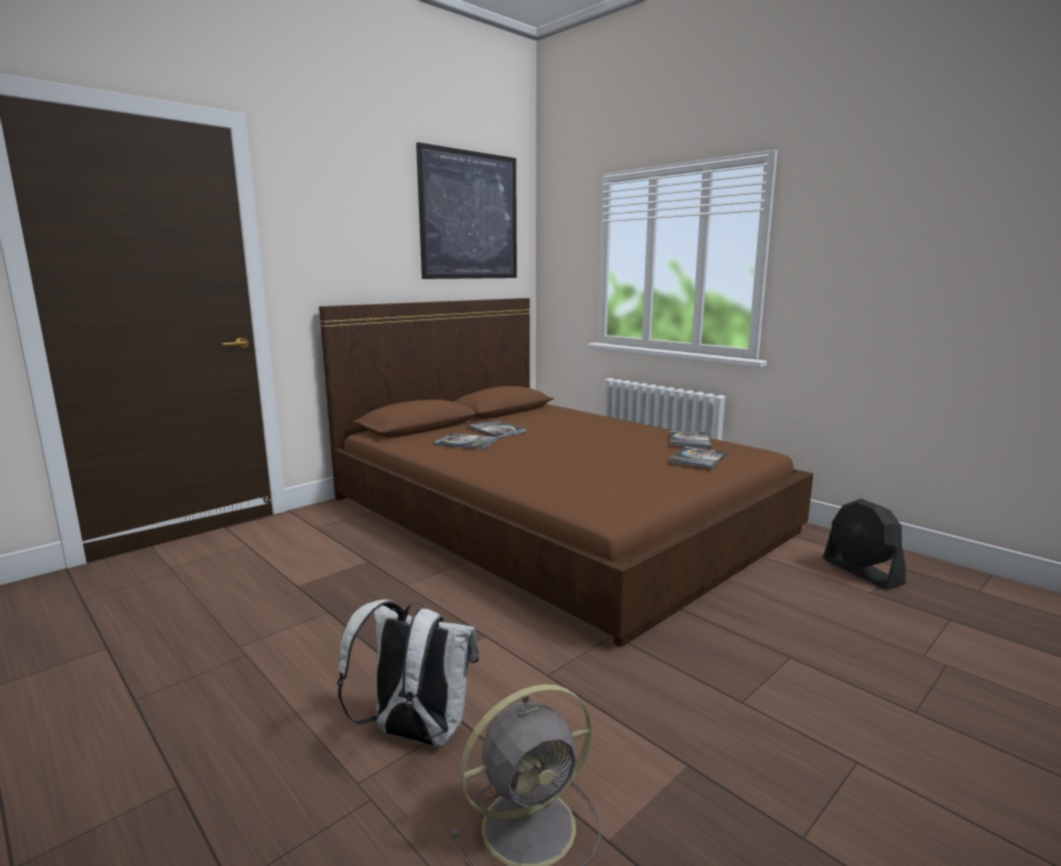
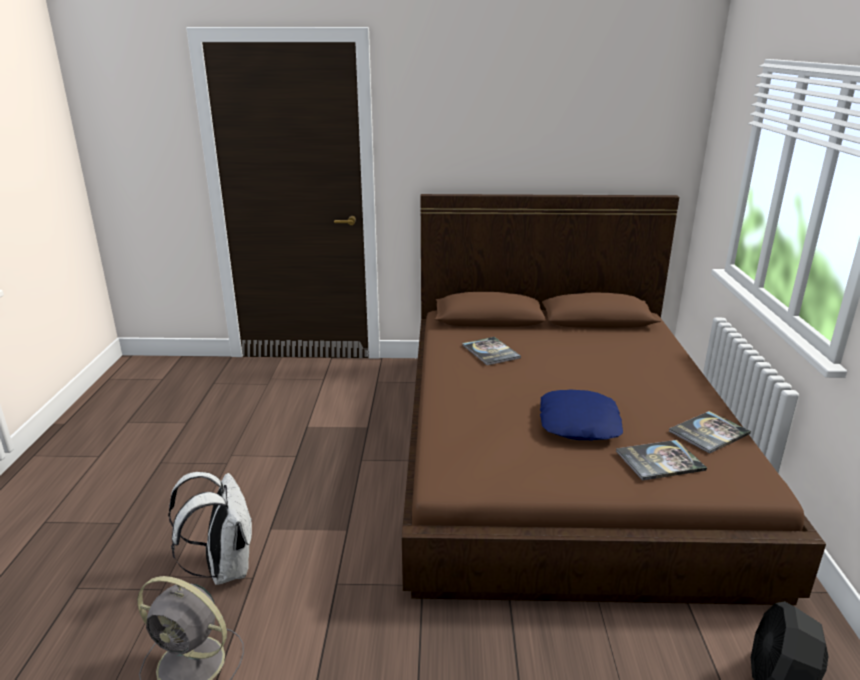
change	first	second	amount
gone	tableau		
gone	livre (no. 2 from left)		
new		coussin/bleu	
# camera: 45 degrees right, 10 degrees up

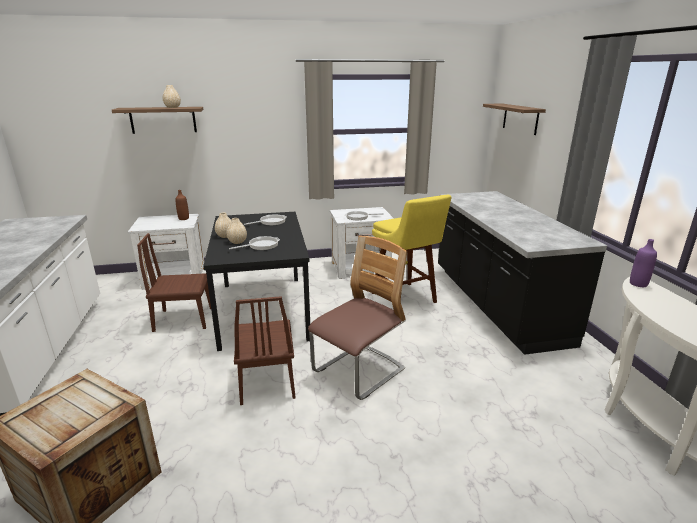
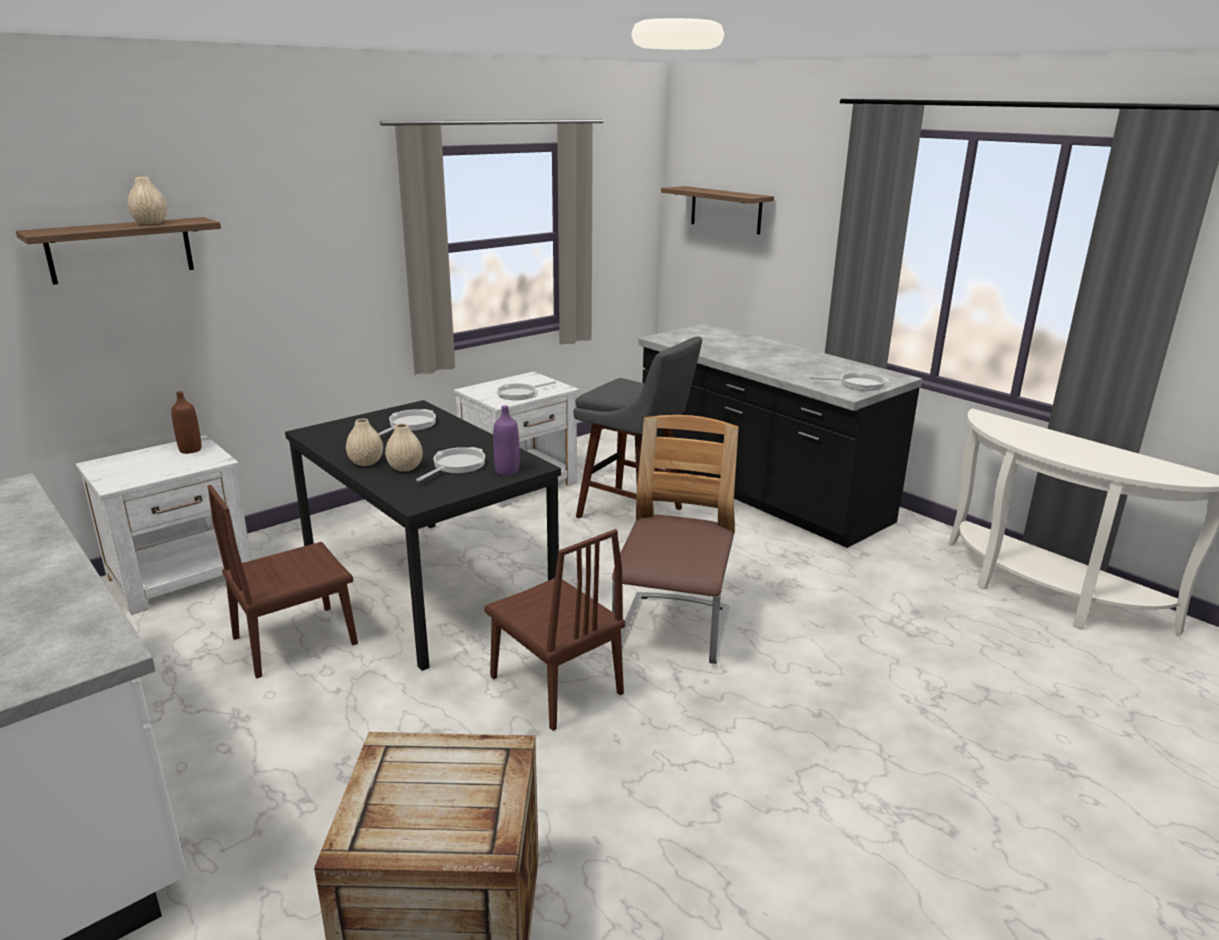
change	first	second	amount
repainted	tabouret/jaune	tabouret/gris	
shifted	bouteille/violet		
new		poêle (no. 4 from left)	
# camera: 30 degrees left, 0 degrees up

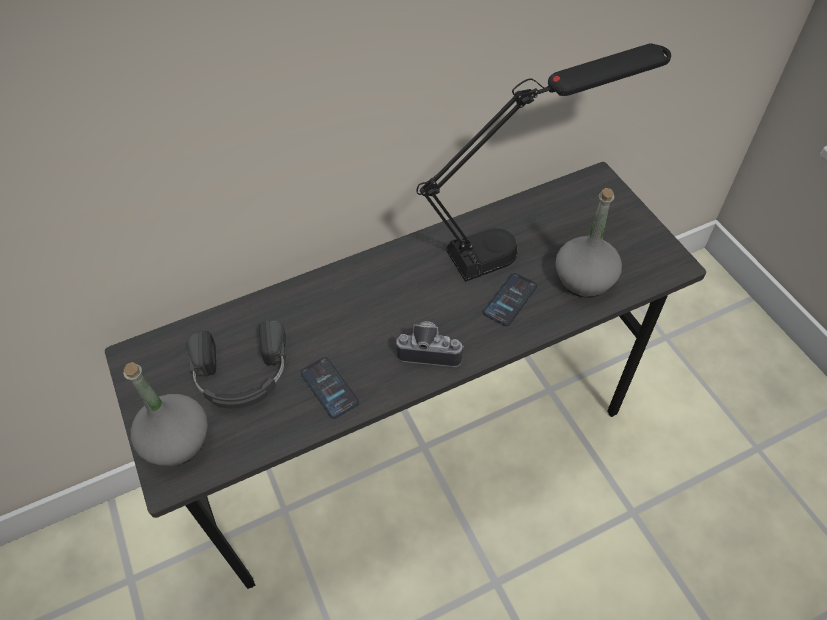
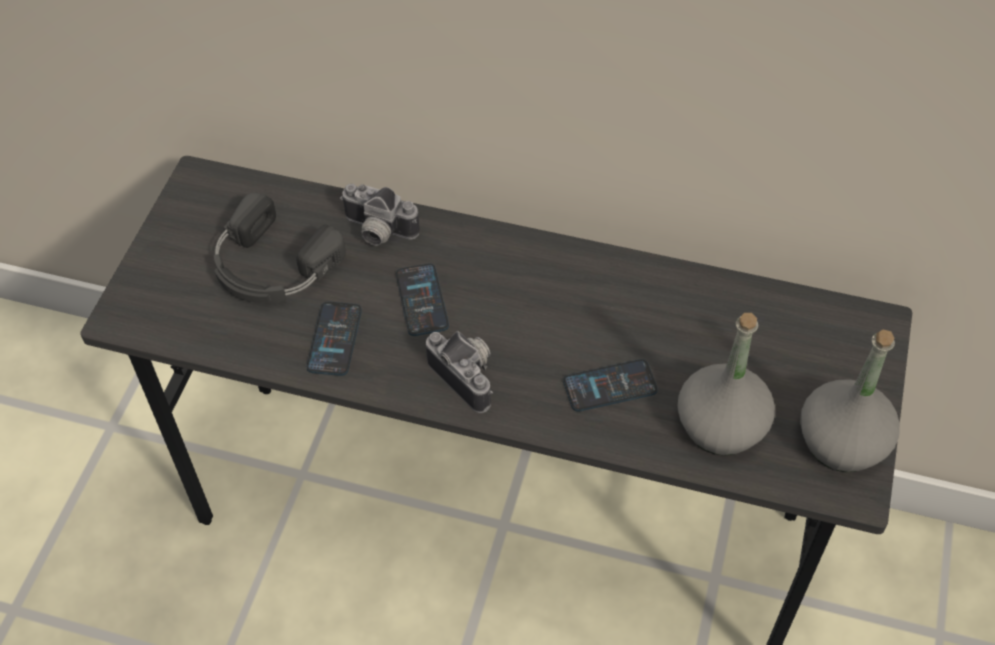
change	first	second	amount
shifted	bouteille/gris (no. 1 from left in the first image)	bouteille/gris (no. 2 from left)	
gone	lampe de table/noir		
new		appareil photo (no. 1 from left)	
new		téléphone (no. 2 from left)	
# camera: 40 degrees right, 0 degrees up

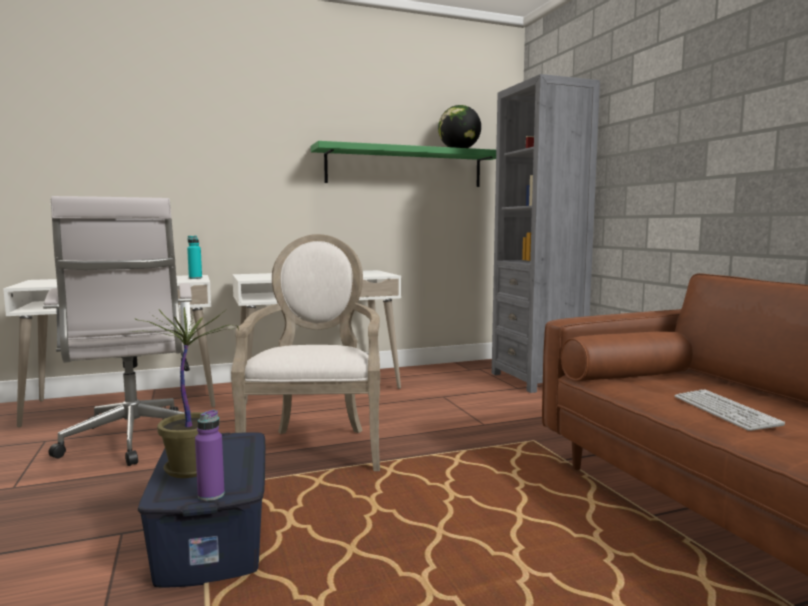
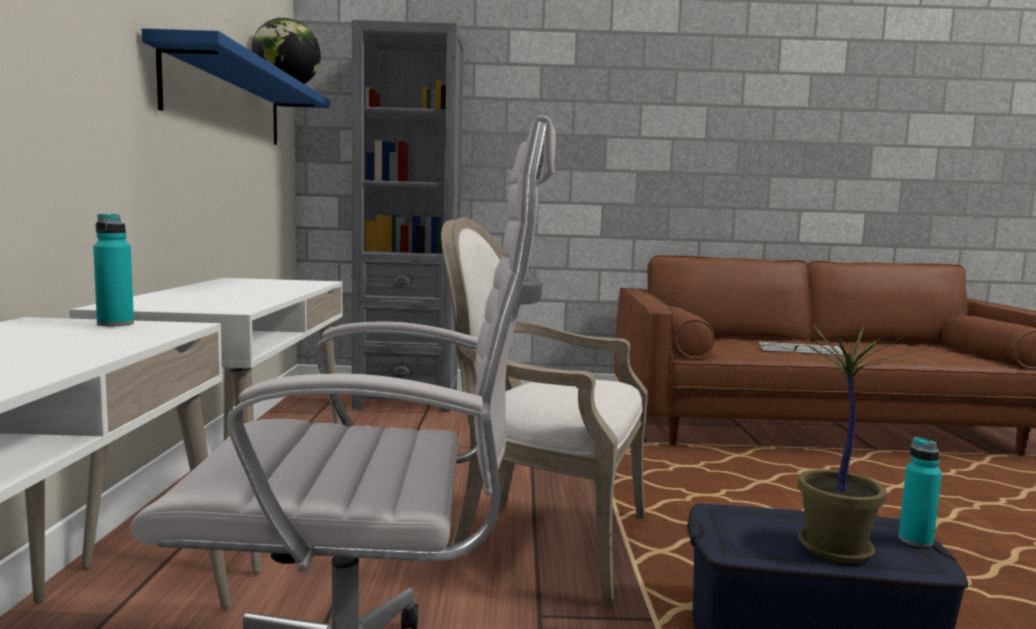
change	first	second	amount
repainted	bouteille/violet	bouteille/turquoise (no. 2 from left)	
repainted	étagère/vert	étagère/bleu	
# camera: 70 degrees left, 0 degrees up

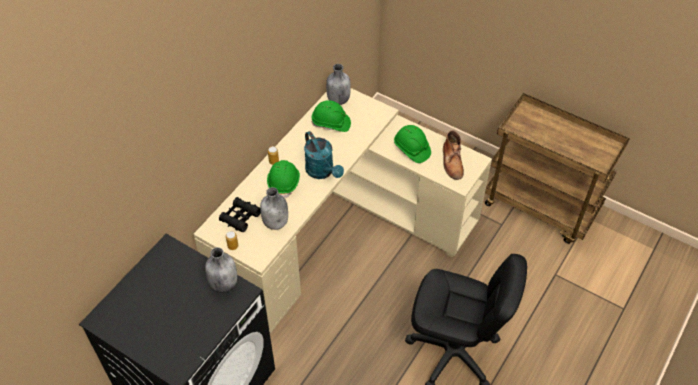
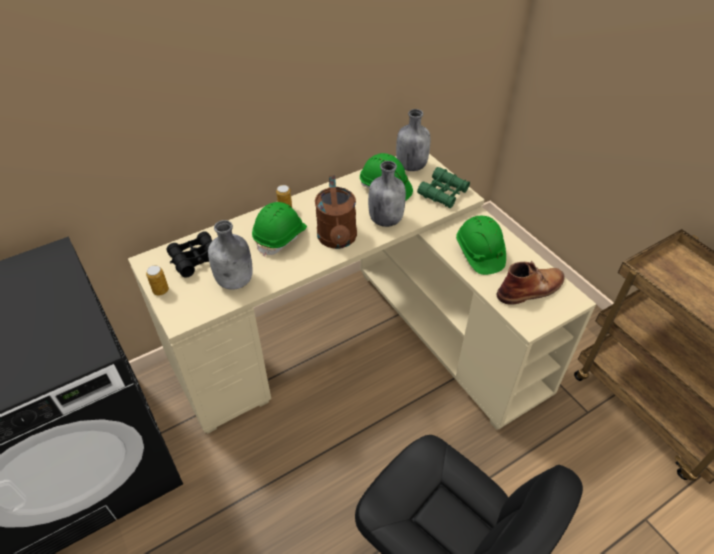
change	first	second	amount
shifted	bouteille/gris (no. 1 from left in the first image)	bouteille/gris (no. 2 from left)	
repainted	arrosoir/turquoise	arrosoir/marron	
rotated	botte/marron		135 degrees counterclockwise
new		jumelles/vert	
# camera: 25 degrees right, 5 degrees down

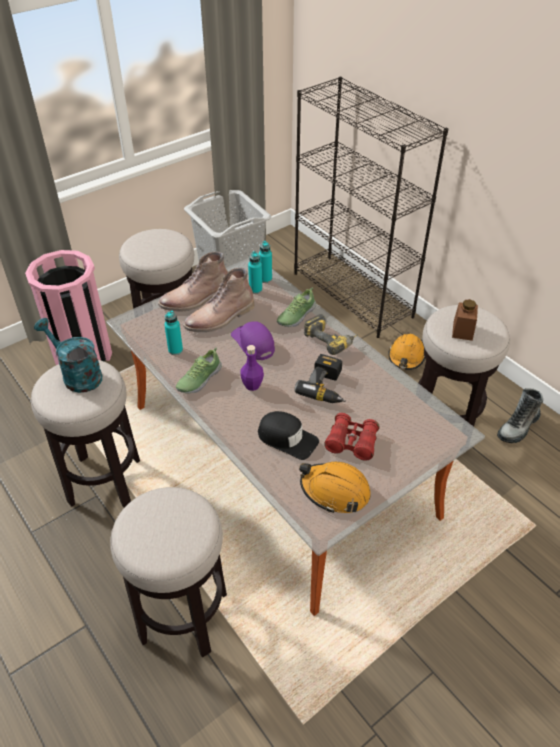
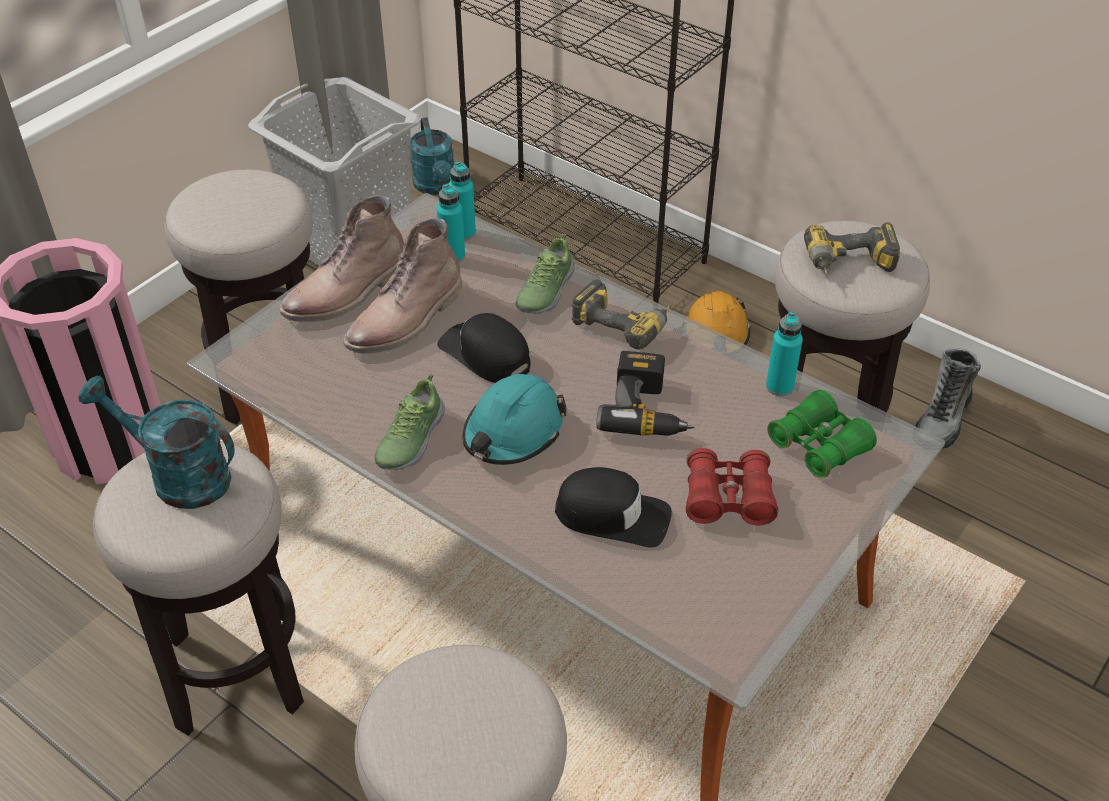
change	first	second	amount
shifted	bouteille/turquoise (no. 1 from left in the first image)	bouteille/turquoise (no. 3 from left)	
repainted	casquette/violet	casquette/noir (no. 1 from left)	
swapped	bouteille/violet	casque de chantier/turquoise	
gone	casque de chantier/orange (no. 1 from left)		
swapped	bocal/marron	perceuse (no. 3 from left)	
new		arrosoir/turquoise (no. 2 from left)	
new		jumelles/vert	
# camera: 15 degrees left, 0 degrees up

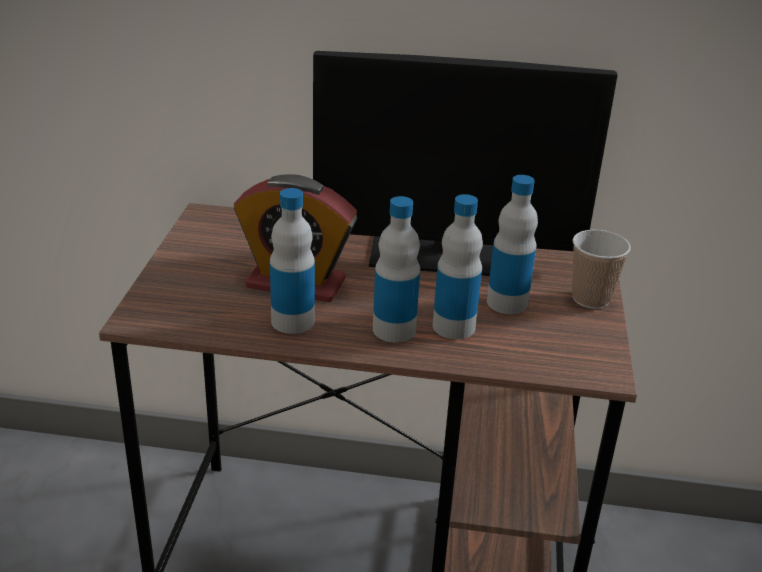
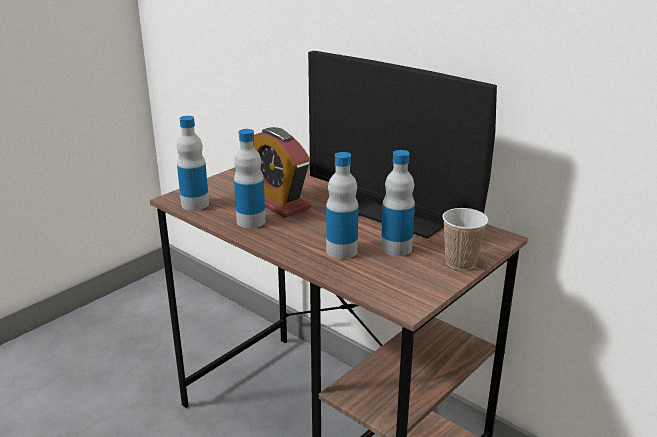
change	first	second	amount
shifted	bouteille (no. 2 from left in the first image)	bouteille (no. 1 from left)	
# camera: 35 degrees right, 5 degrees down

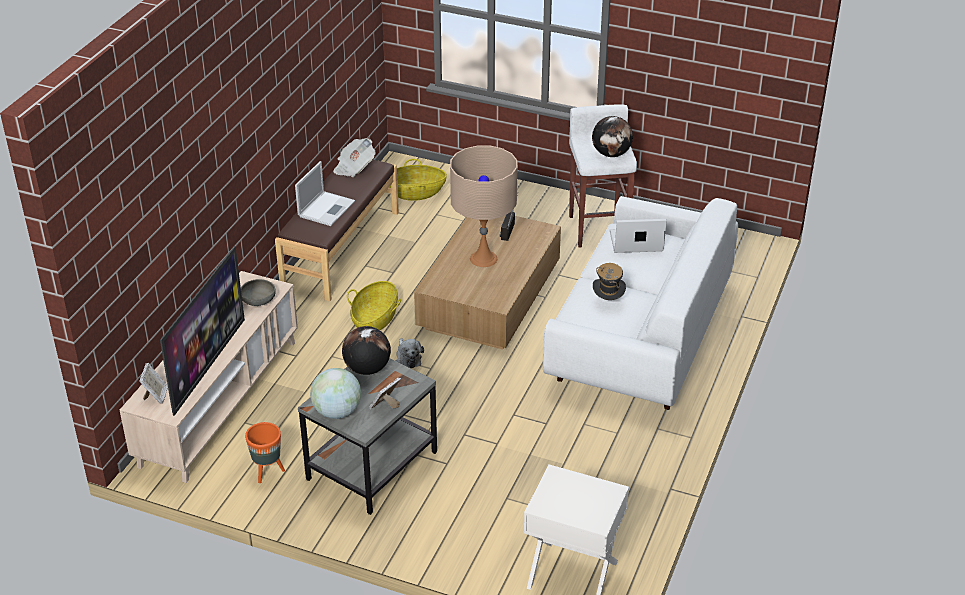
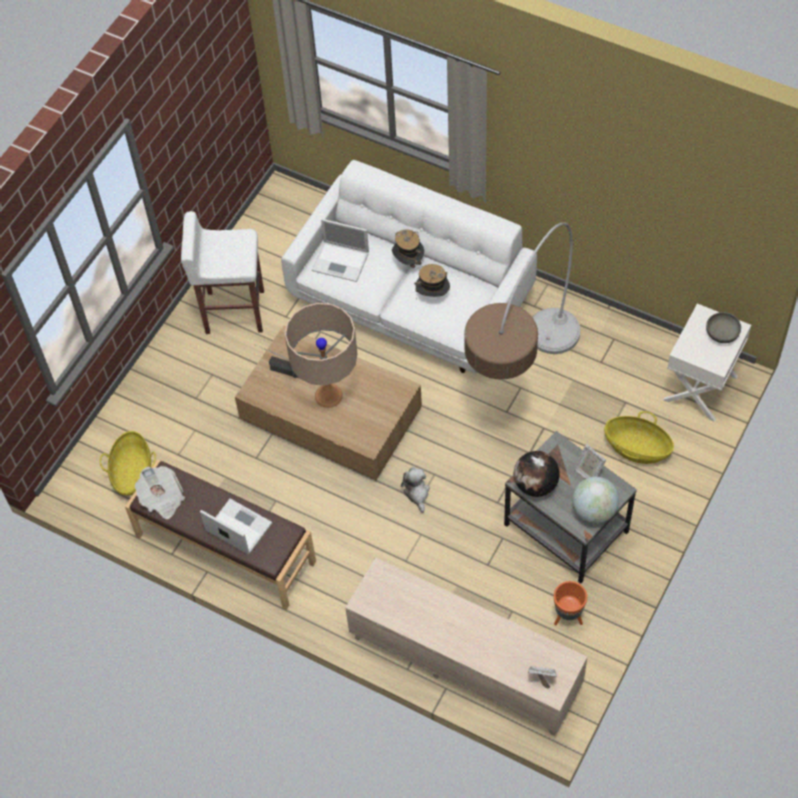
change	first	second	amount
gone	téléviseur		
shifted	bol/gris		
shifted	panier (no. 1 from left in the first image)	panier (no. 2 from left)	
rotated	peluche		90 degrees counterclockwise
gone	globe (no. 3 from left)		
rotated	ordinateur portable (no. 2 from left)		75 degrees counterclockwise
new		chapeau (no. 1 from left)	
new		lampadaire	
# camera: 80 degrees left, 20 degrees up

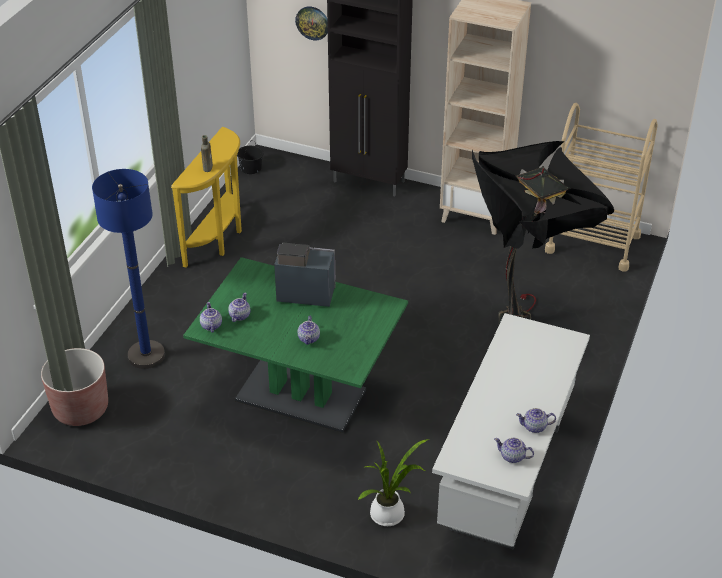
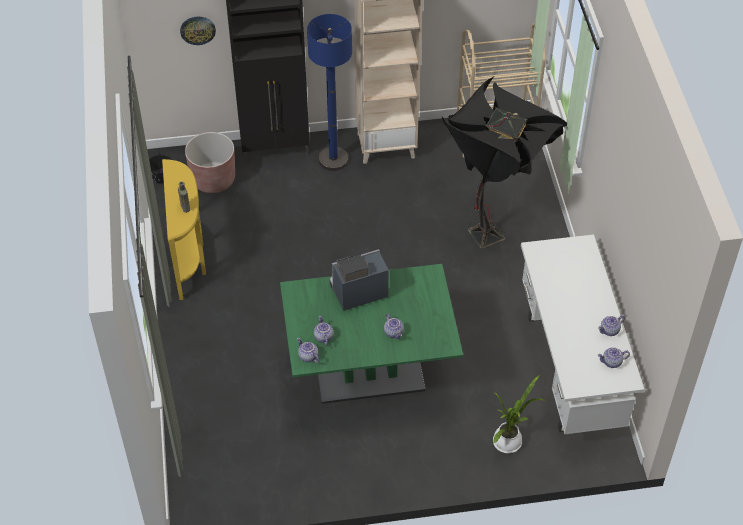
change	first	second	amount
shifted	cache-pot/marron		
shifted	lampadaire/bleu		
# camera: 30 degrees left, 10 degrees up

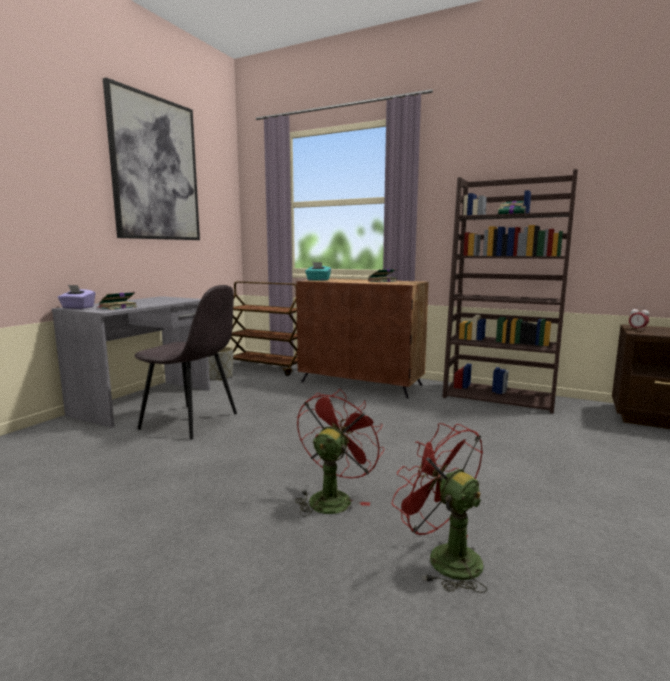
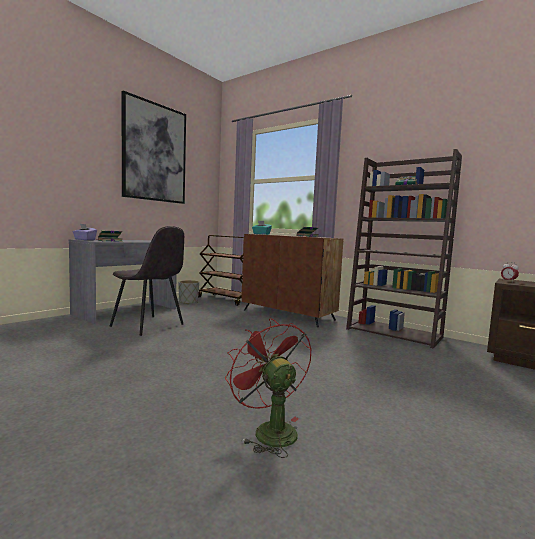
change	first	second	amount
gone	ventilateur/rouge (no. 1 from left)		
# camera: 10 degrees right, 5 degrees down

